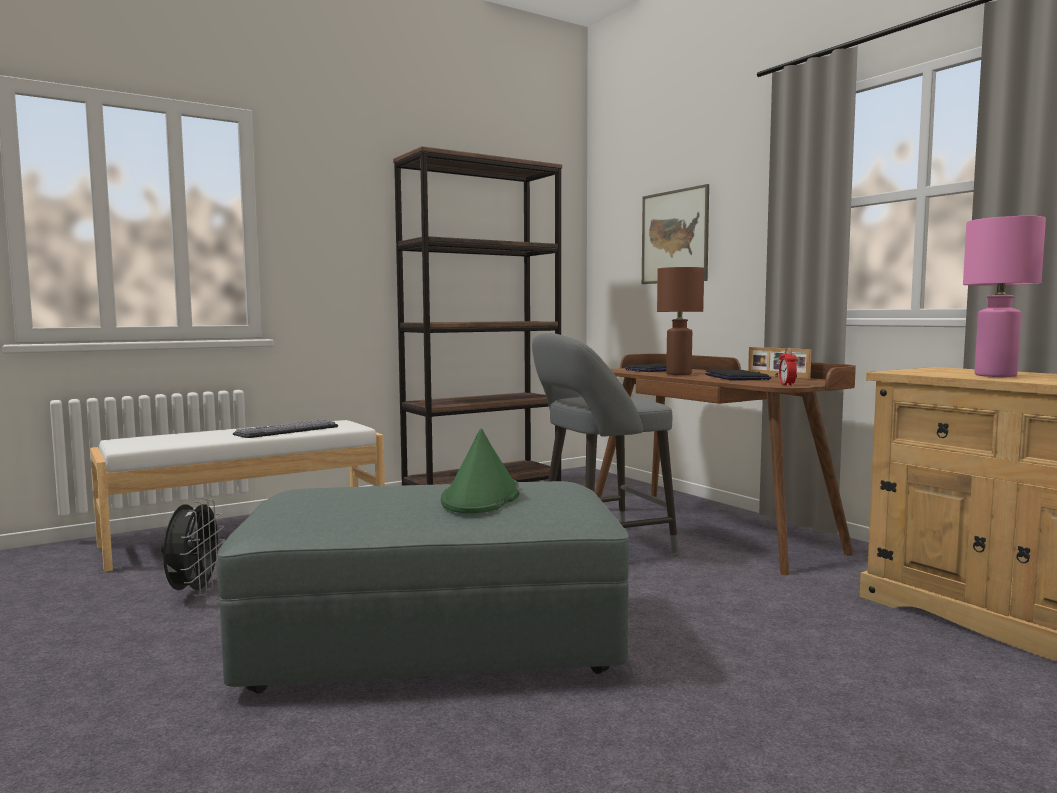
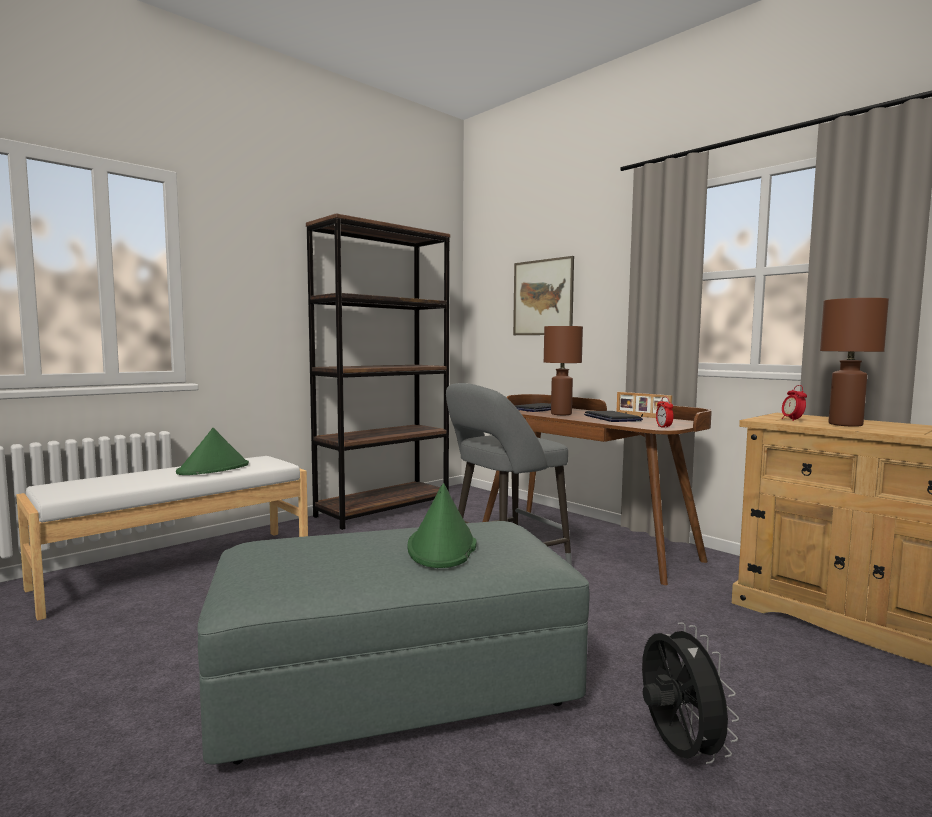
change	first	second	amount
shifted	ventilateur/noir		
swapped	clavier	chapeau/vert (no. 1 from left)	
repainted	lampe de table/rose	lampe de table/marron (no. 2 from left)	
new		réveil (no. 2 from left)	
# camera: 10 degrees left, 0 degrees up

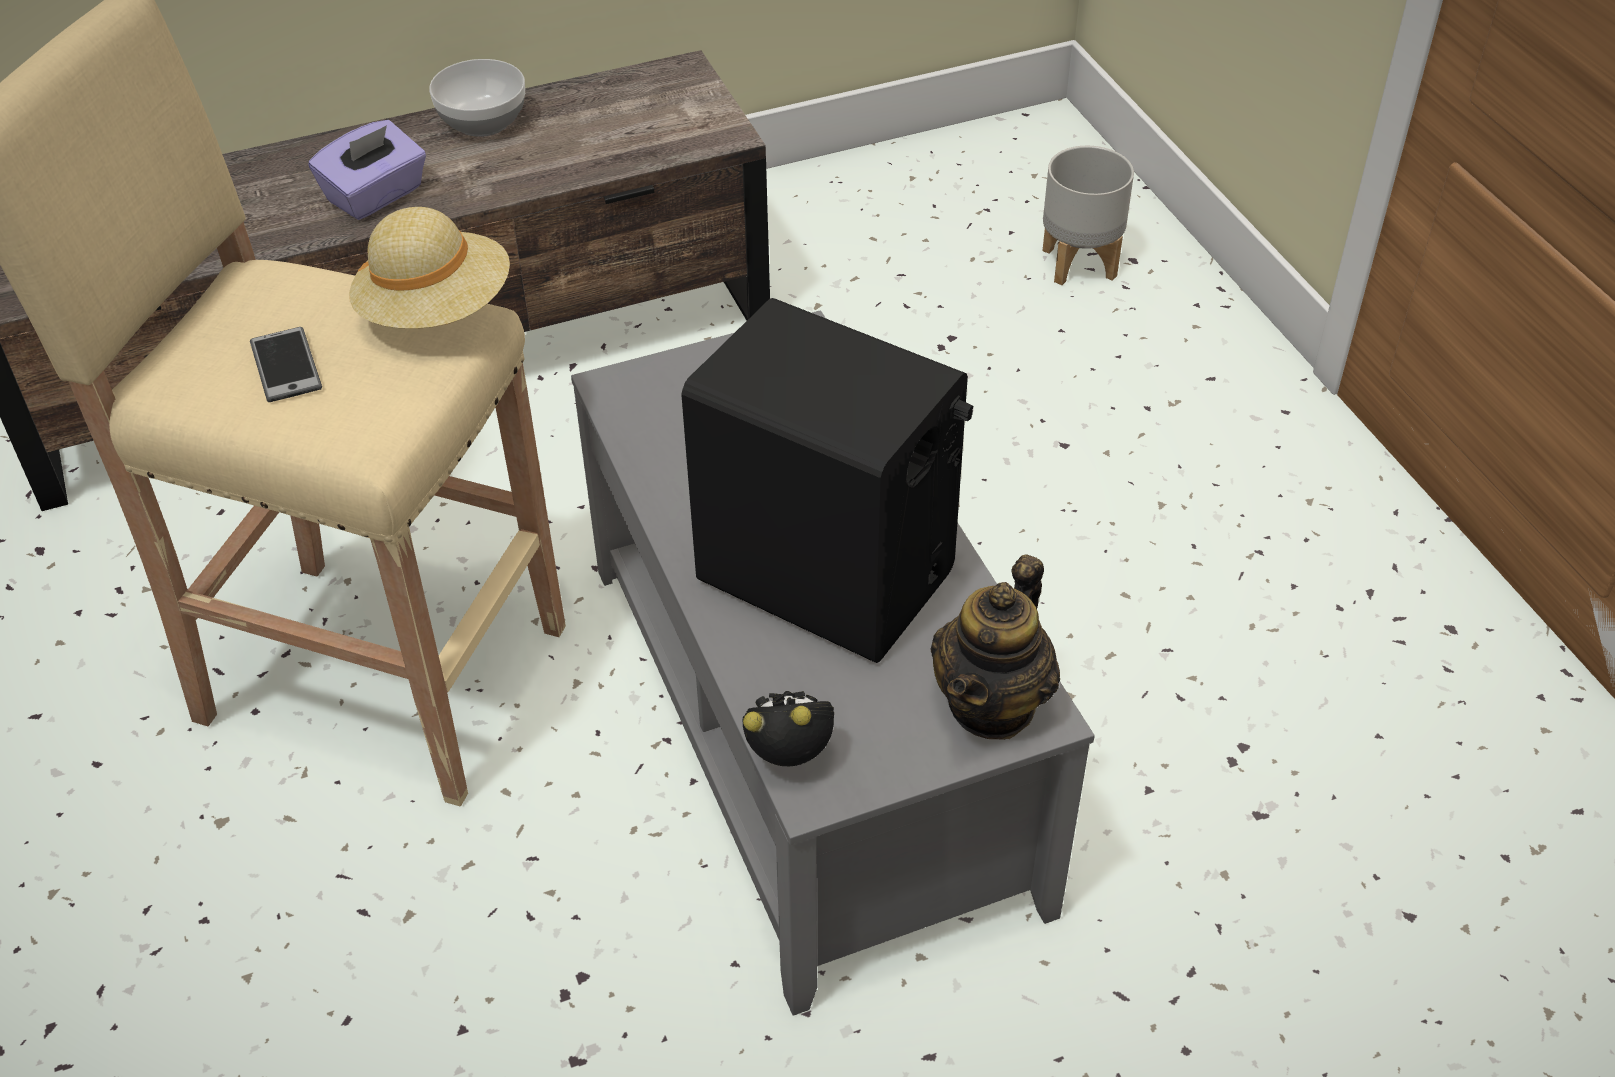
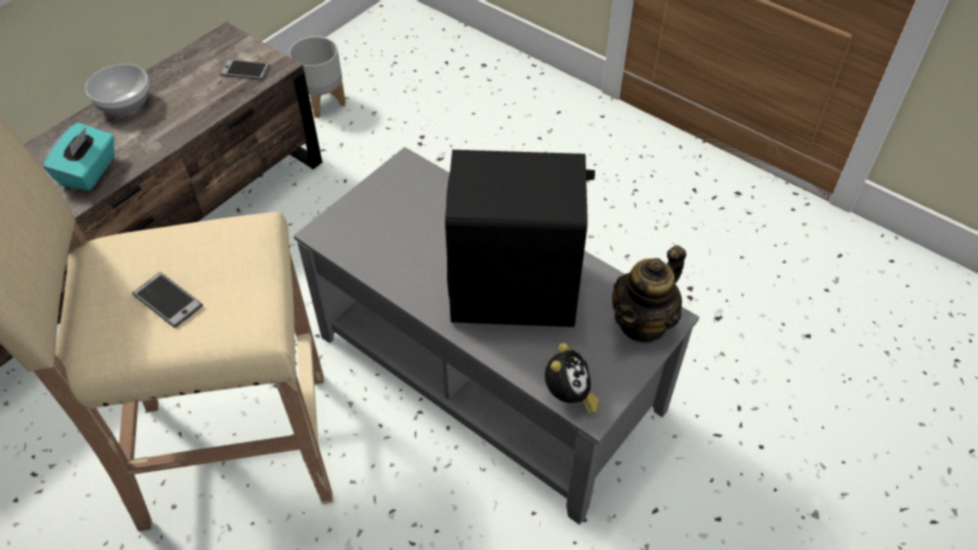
change	first	second	amount
repainted	boîte à mouchoirs/violet	boîte à mouchoirs/turquoise	
gone	chapeau/beige		
rotated	réveil		135 degrees clockwise
rotated	théière		45 degrees clockwise
shifted	cache-pot/gris		
new		téléphone (no. 2 from left)	
# camera: 30 degrees left, 5 degrees up

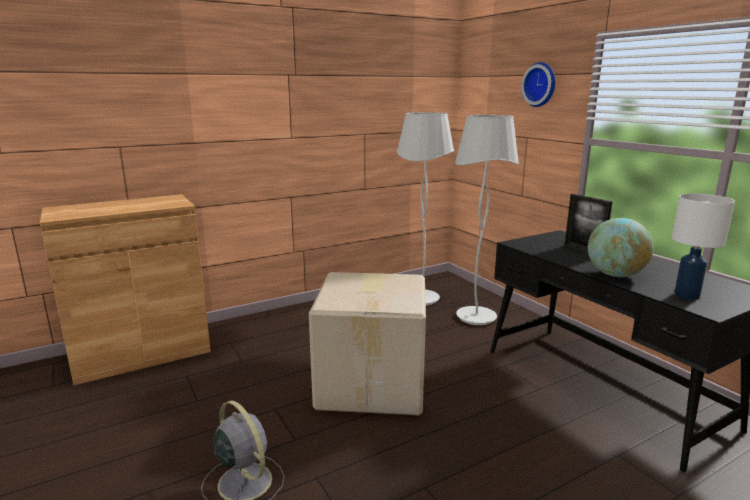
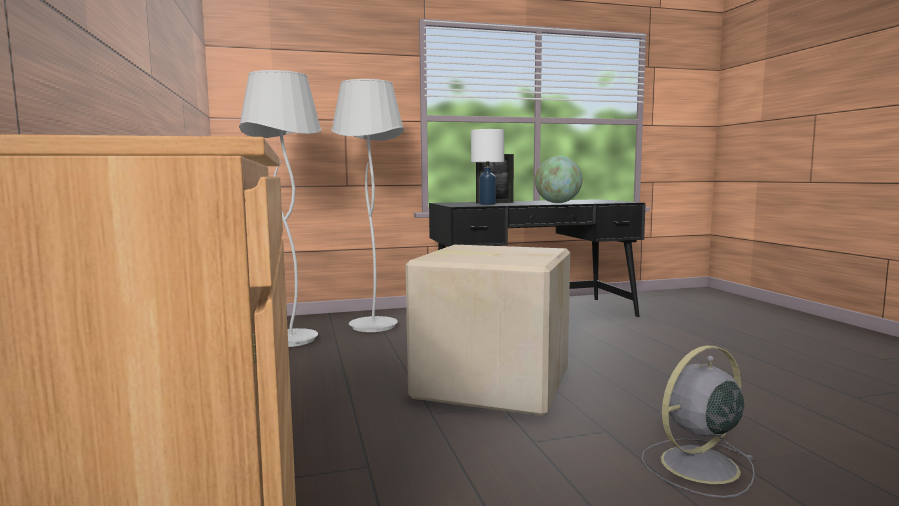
change	first	second	amount
gone	horloge murale		
shifted	lampe de table/blanc		
# camera: 75 degrees left, 10 degrees down

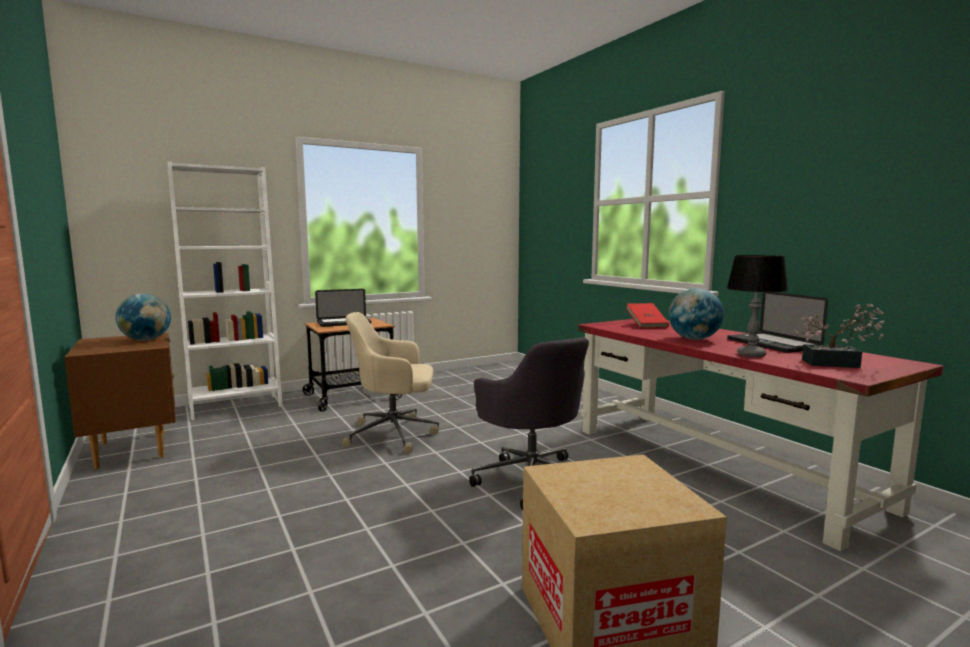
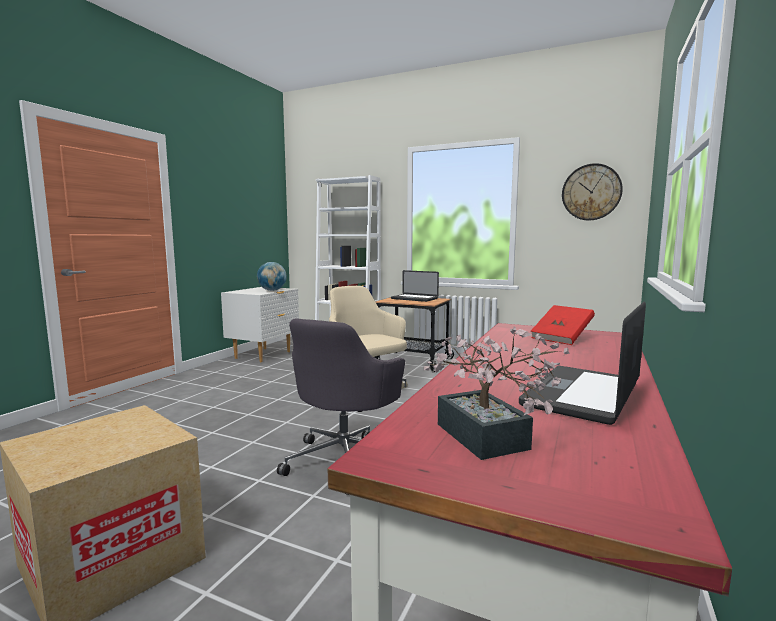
change	first	second	amount
repainted	table de chevet/marron	table de chevet/blanc	
gone	globe (no. 2 from left)		
gone	lampe de table		
new		horloge murale	
# camera: 55 degrees right, 0 degrees up

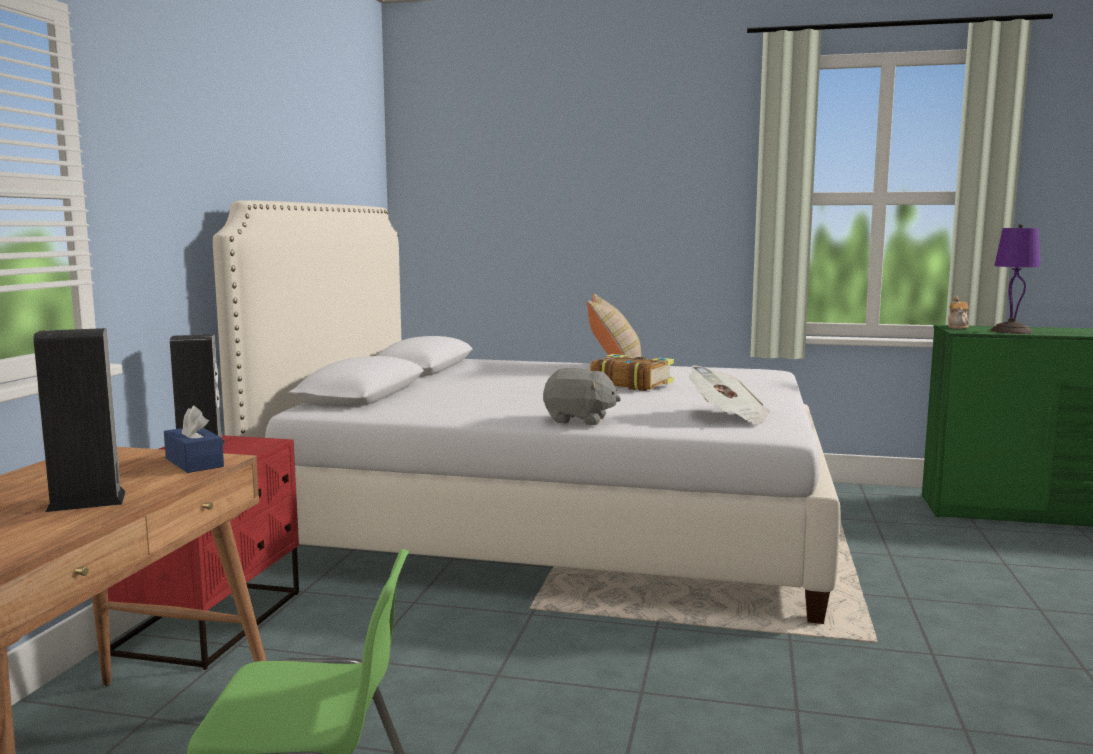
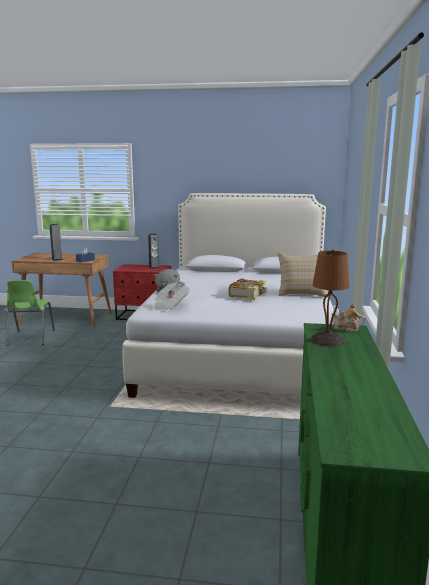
change	first	second	amount
repainted	lampe de table/violet	lampe de table/marron	
# camera: 85 degrees right, 5 degrees up

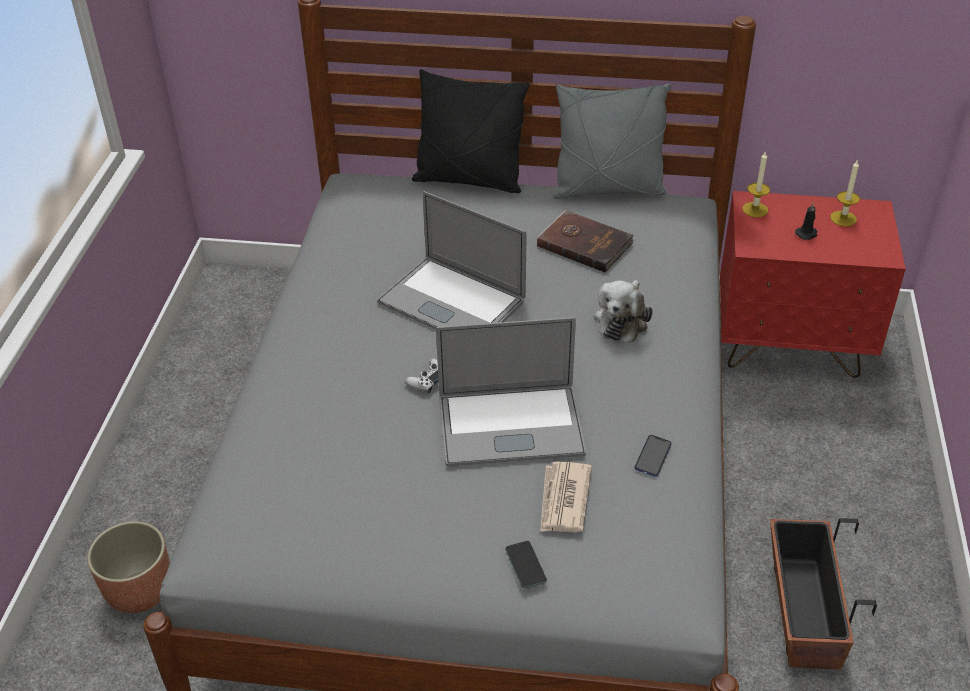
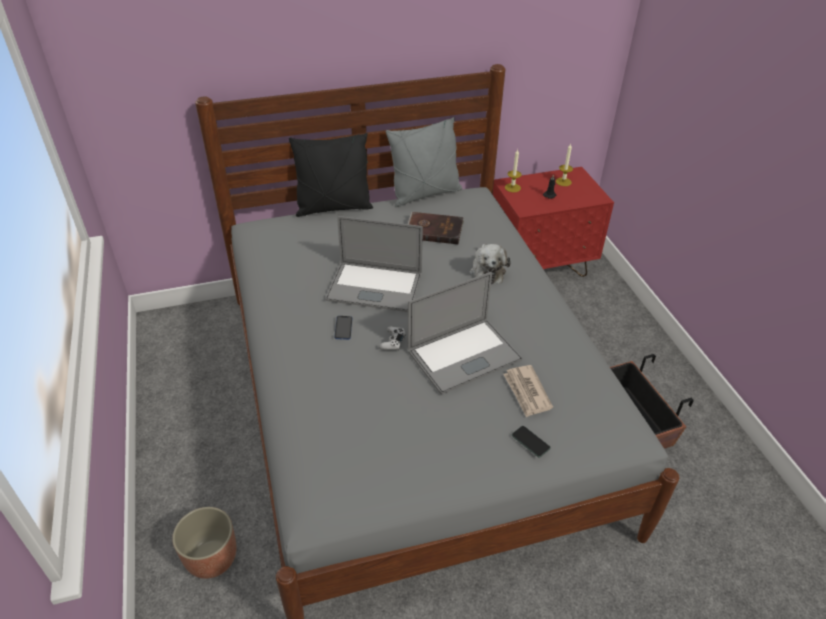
change	first	second	amount
shifted	téléphone (no. 2 from left in the first image)	téléphone (no. 1 from left)	
# camera: 25 degrees left, 0 degrees up

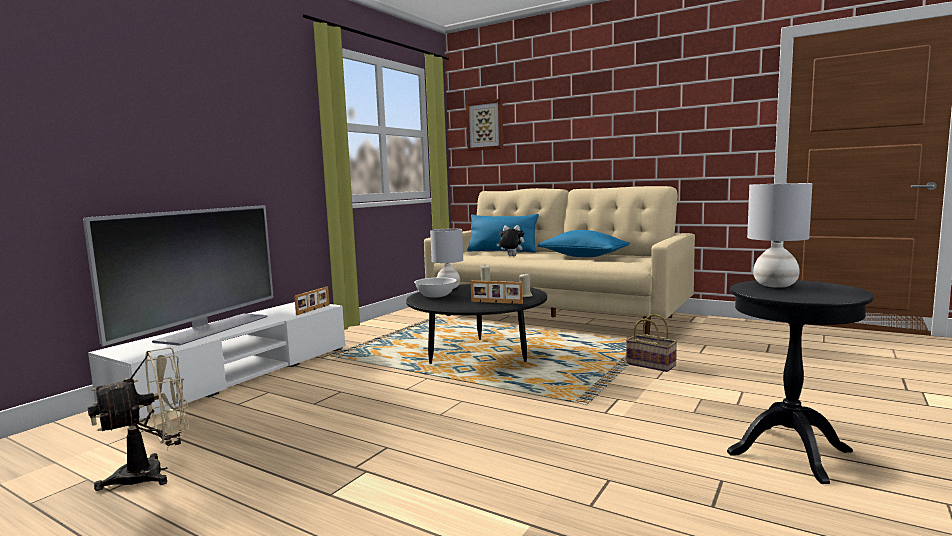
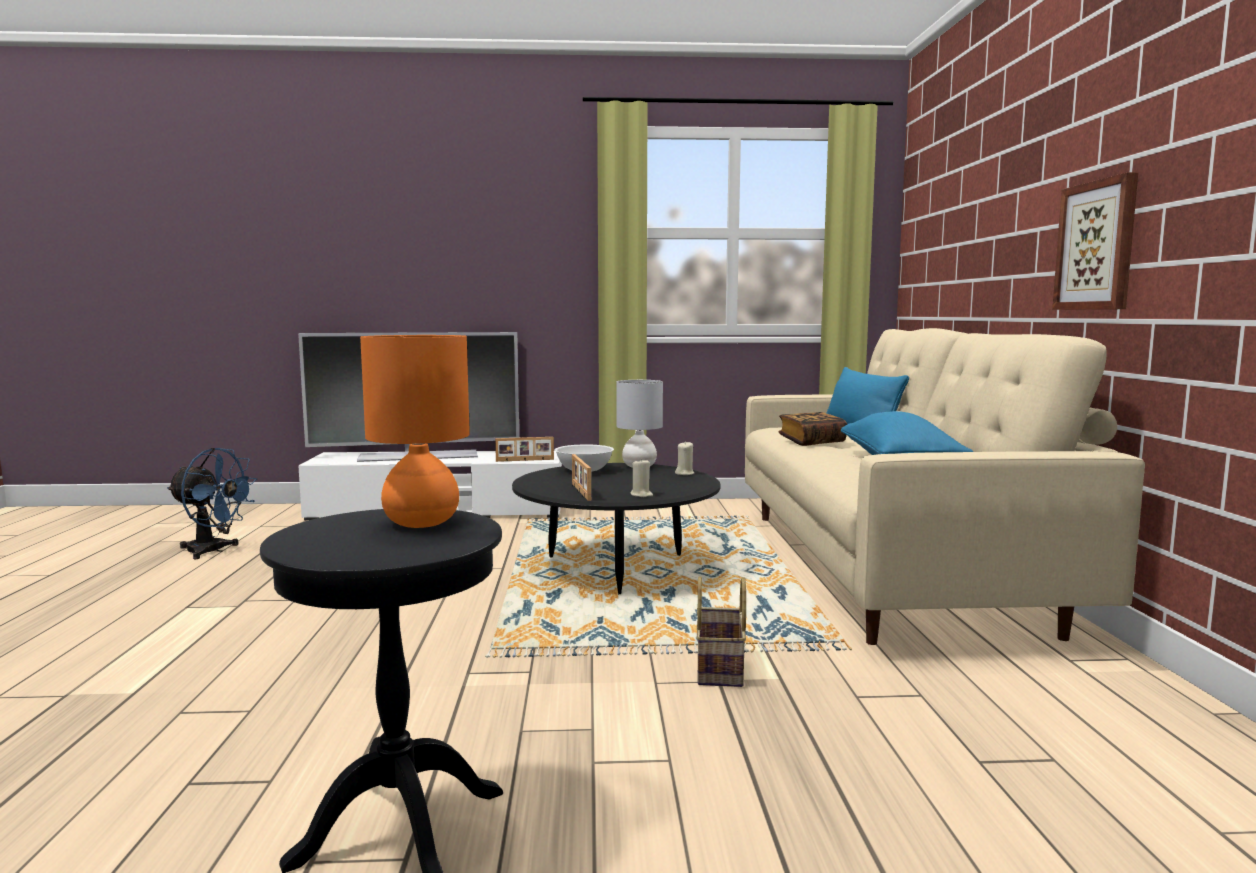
change	first	second	amount
repainted	ventilateur/beige	ventilateur/bleu	
shifted	tableau		
swapped	peluche	livre	
repainted	lampe de table/gris (no. 2 from left)	lampe de table/orange	
# camera: 55 degrees right, 0 degrees up

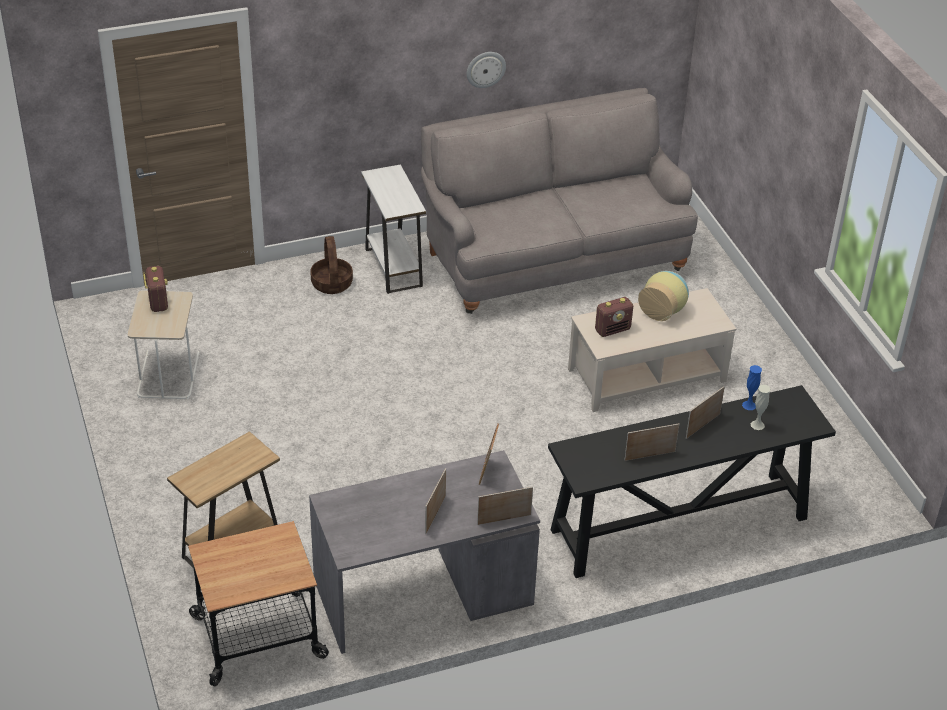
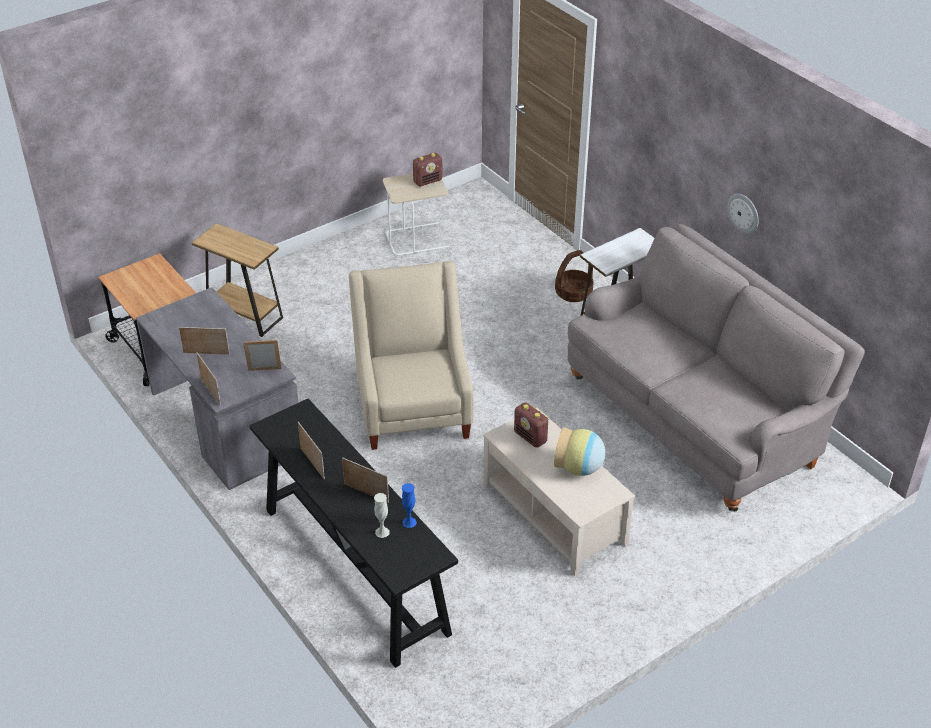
change	first	second	amount
new		fauteuil/beige	
# camera: 75 degrees right, 0 degrees up

